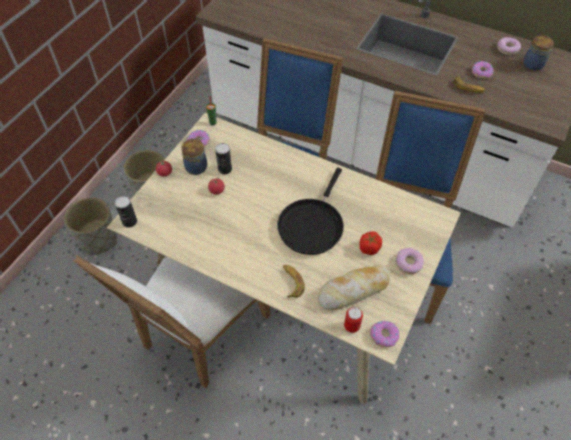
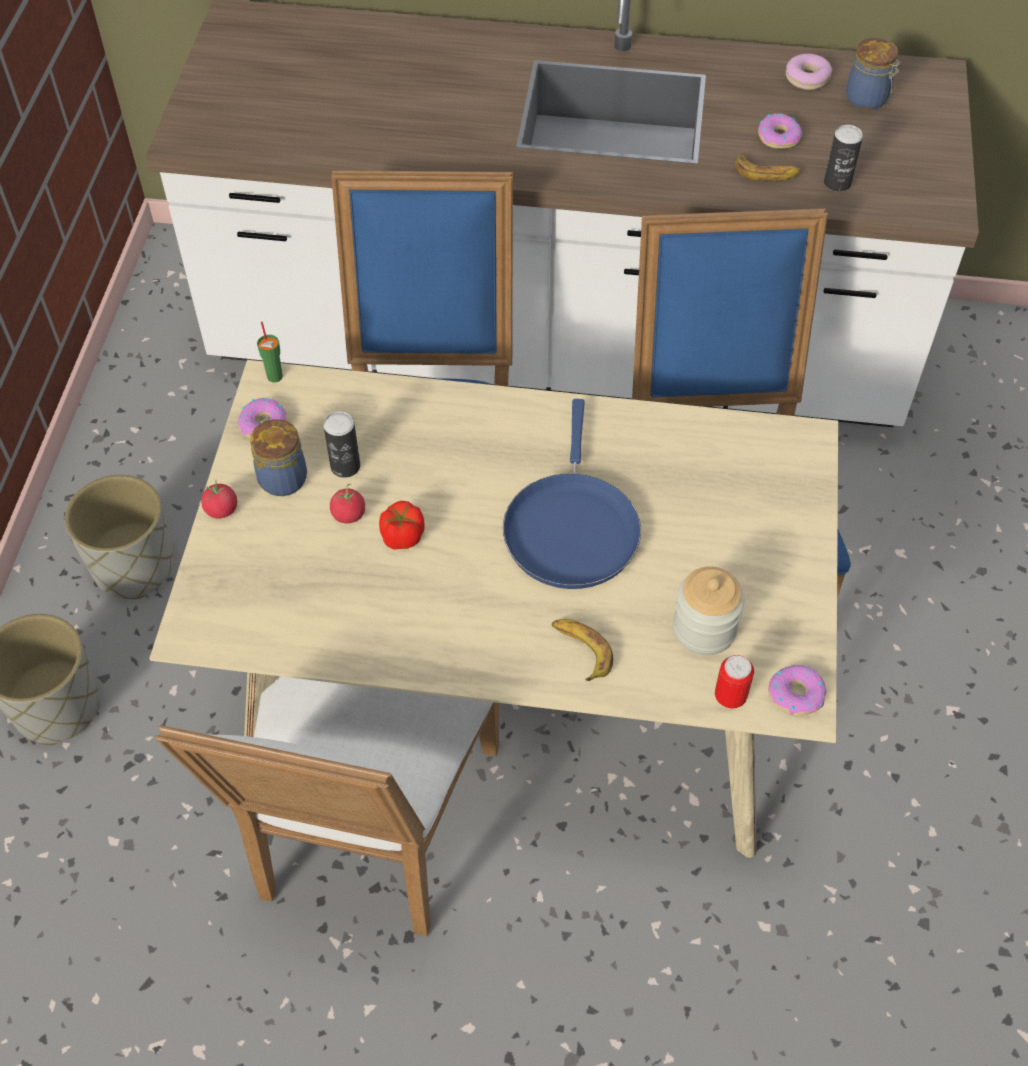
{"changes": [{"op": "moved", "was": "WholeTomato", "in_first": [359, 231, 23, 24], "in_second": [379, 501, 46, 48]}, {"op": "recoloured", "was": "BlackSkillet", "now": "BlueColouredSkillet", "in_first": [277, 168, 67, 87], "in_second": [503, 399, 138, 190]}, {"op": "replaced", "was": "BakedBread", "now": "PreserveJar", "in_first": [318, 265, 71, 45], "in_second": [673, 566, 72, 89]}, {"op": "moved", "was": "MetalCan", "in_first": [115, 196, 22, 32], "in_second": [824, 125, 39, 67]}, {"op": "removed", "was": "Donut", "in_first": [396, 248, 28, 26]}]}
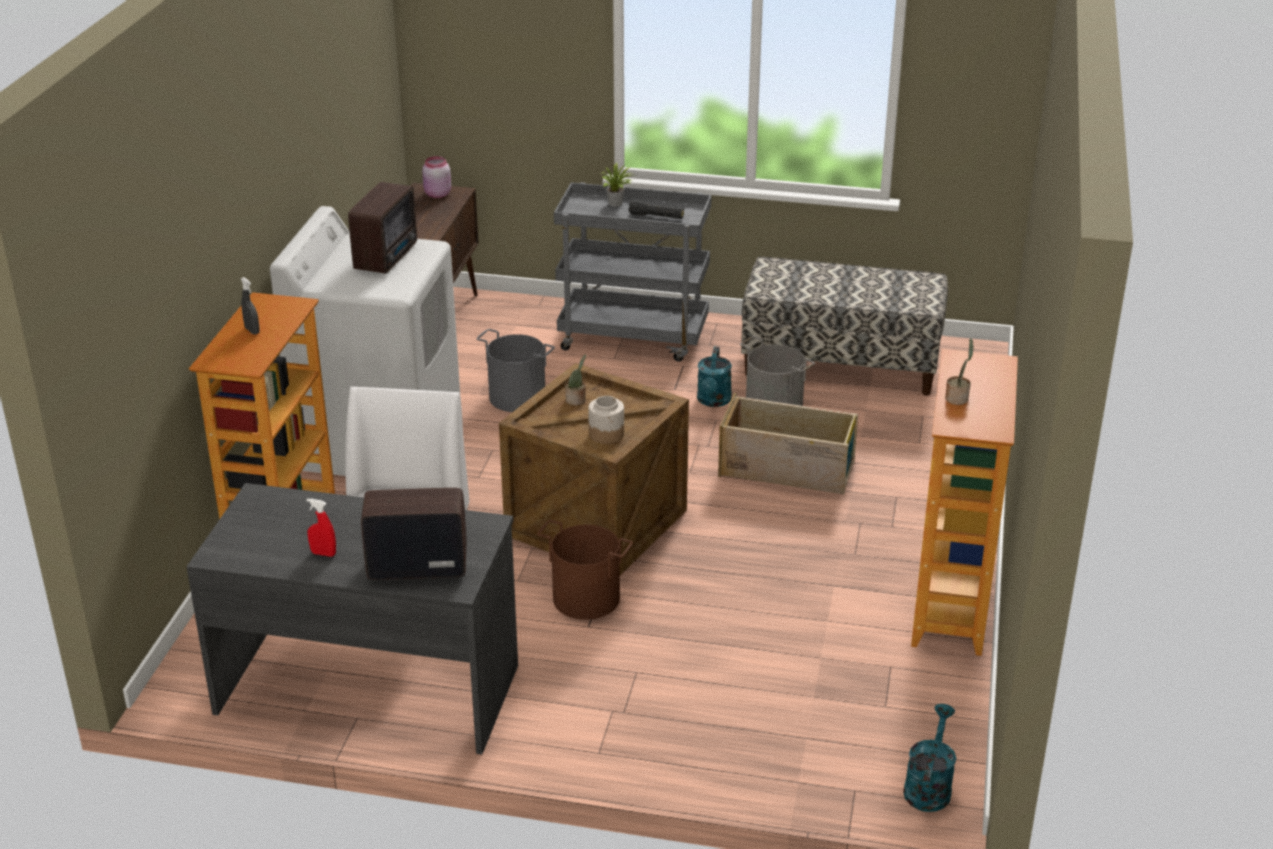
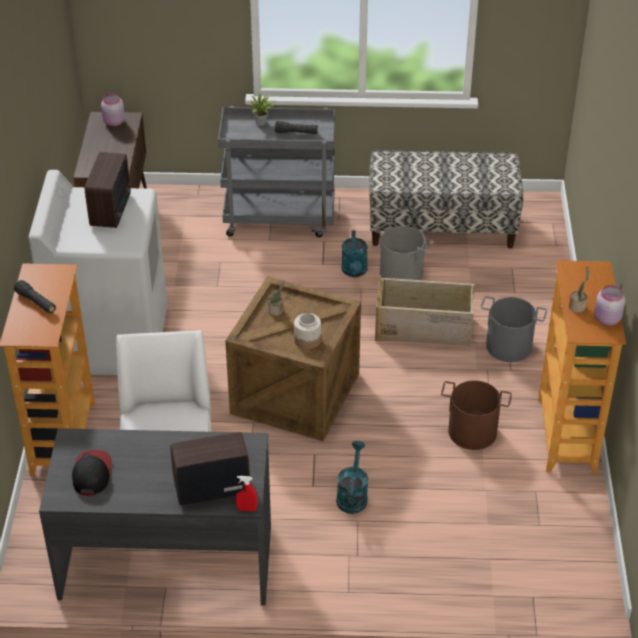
{"changes": [{"op": "replaced", "was": "GraySprayer", "now": "BlackTorch", "in_first": [241, 277, 19, 58], "in_second": [14, 280, 42, 33]}, {"op": "added", "now": "BaseballCap", "in_second": [72, 450, 40, 45]}, {"op": "moved", "was": "RedSprayer", "in_first": [307, 499, 29, 58], "in_second": [235, 476, 23, 36]}, {"op": "moved", "was": "TurquoiseSprinklingCan", "in_first": [903, 704, 53, 108], "in_second": [336, 441, 32, 73]}, {"op": "moved", "was": "BrownPail", "in_first": [537, 520, 96, 100], "in_second": [441, 380, 71, 70]}, {"op": "moved", "was": "GrayPail", "in_first": [476, 329, 79, 83], "in_second": [481, 296, 66, 66]}, {"op": "added", "now": "PinkColouredPreserveJar", "in_second": [594, 285, 31, 41]}]}
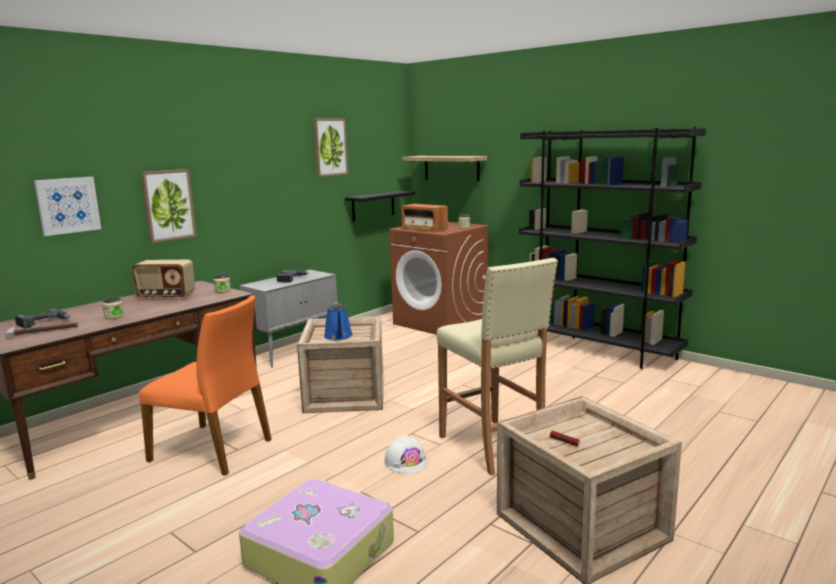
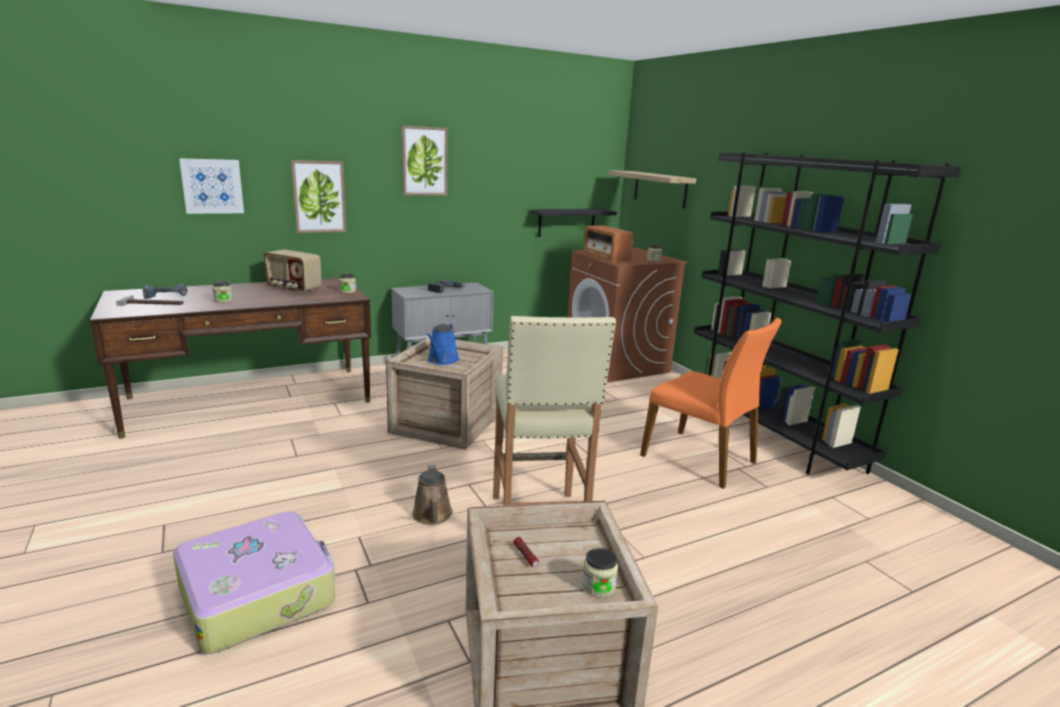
{"changes": [{"op": "moved", "was": "WallArt", "in_first": [313, 118, 35, 59], "in_second": [402, 125, 46, 70]}, {"op": "replaced", "was": "WhitishSafetyHelmet", "now": "BrownSprinklingCan", "in_first": [384, 435, 44, 39], "in_second": [412, 464, 41, 61]}, {"op": "added", "now": "PreserveJar", "in_second": [582, 548, 36, 50]}, {"op": "moved", "was": "OrangeUprightChair", "in_first": [139, 295, 133, 181], "in_second": [640, 318, 141, 171]}]}
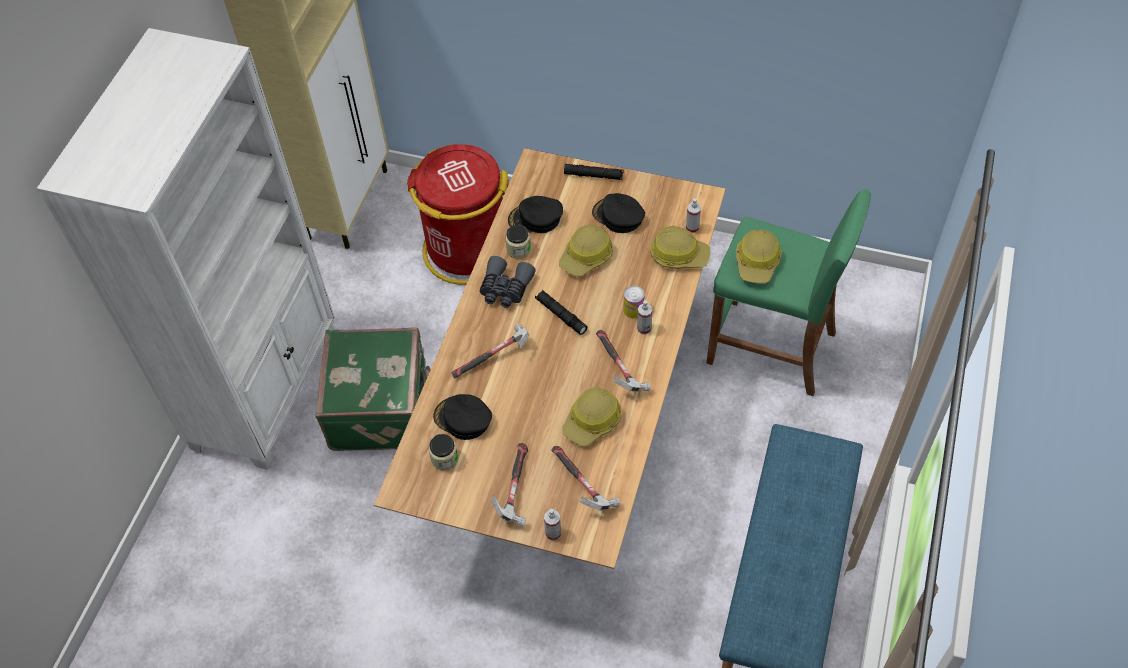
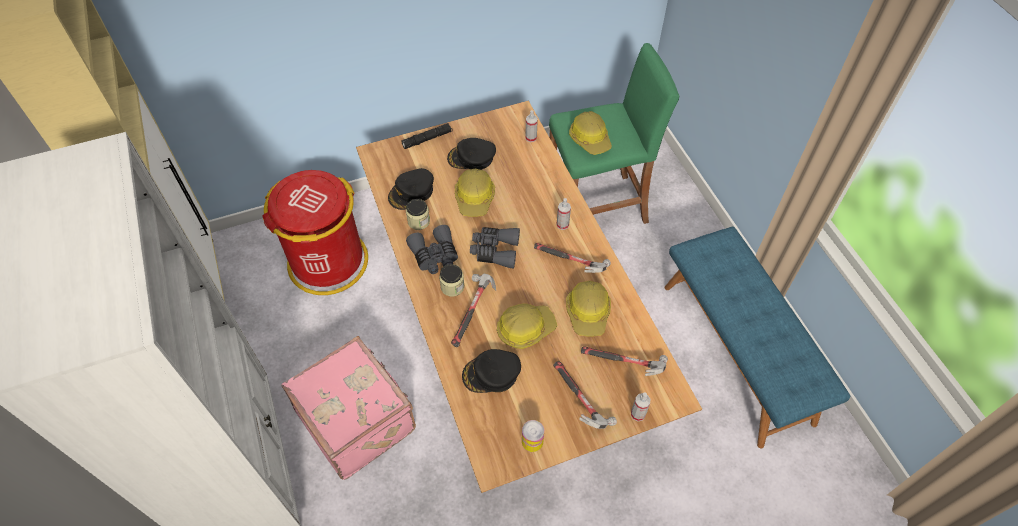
{"changes": [{"op": "recoloured", "was": "GreenSuitcase", "now": "PinkColouredSuitcase", "in_first": [315, 327, 116, 124], "in_second": [281, 336, 135, 144]}, {"op": "moved", "was": "PreserveJar", "in_first": [429, 434, 30, 37], "in_second": [439, 264, 25, 33]}, {"op": "replaced", "was": "BlackTorch", "now": "GrayFieldGlasses", "in_first": [535, 290, 53, 45], "in_second": [470, 227, 50, 42]}, {"op": "moved", "was": "SafetyHelmet", "in_first": [650, 226, 61, 43], "in_second": [497, 304, 60, 45]}, {"op": "moved", "was": "MetalCan", "in_first": [623, 286, 22, 32], "in_second": [522, 420, 22, 32]}]}
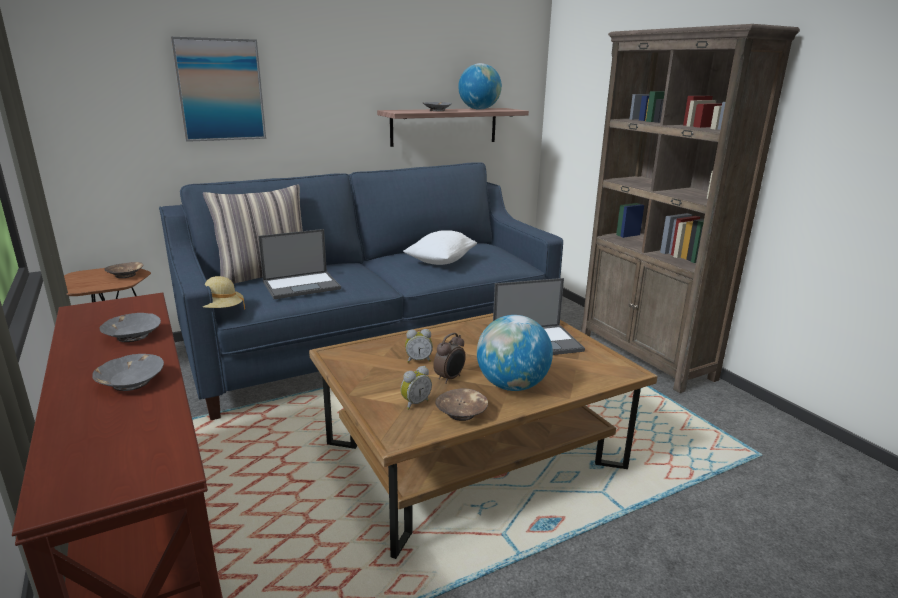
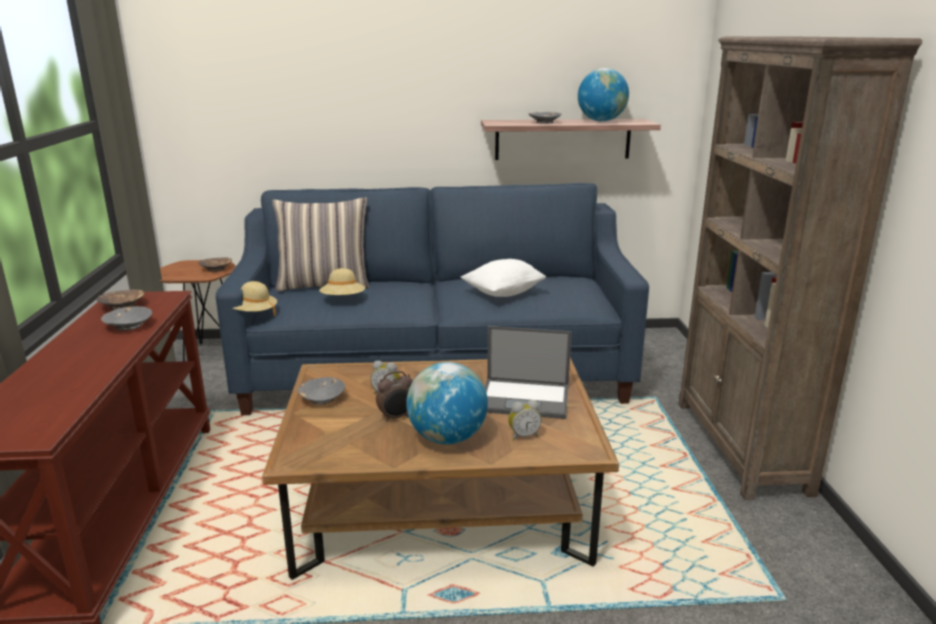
{"changes": [{"op": "moved", "was": "BrownServingBowl", "in_first": [435, 388, 53, 33], "in_second": [97, 289, 48, 21]}, {"op": "moved", "was": "GrayServingBowl", "in_first": [92, 354, 72, 37], "in_second": [298, 377, 47, 28]}, {"op": "replaced", "was": "PortableComputer", "now": "BeigeColouredClothingHat", "in_first": [258, 229, 83, 70], "in_second": [319, 268, 46, 27]}, {"op": "moved", "was": "BedsideClock", "in_first": [401, 366, 31, 44], "in_second": [508, 400, 34, 40]}, {"op": "removed", "was": "WallArt", "in_first": [171, 36, 95, 106]}]}
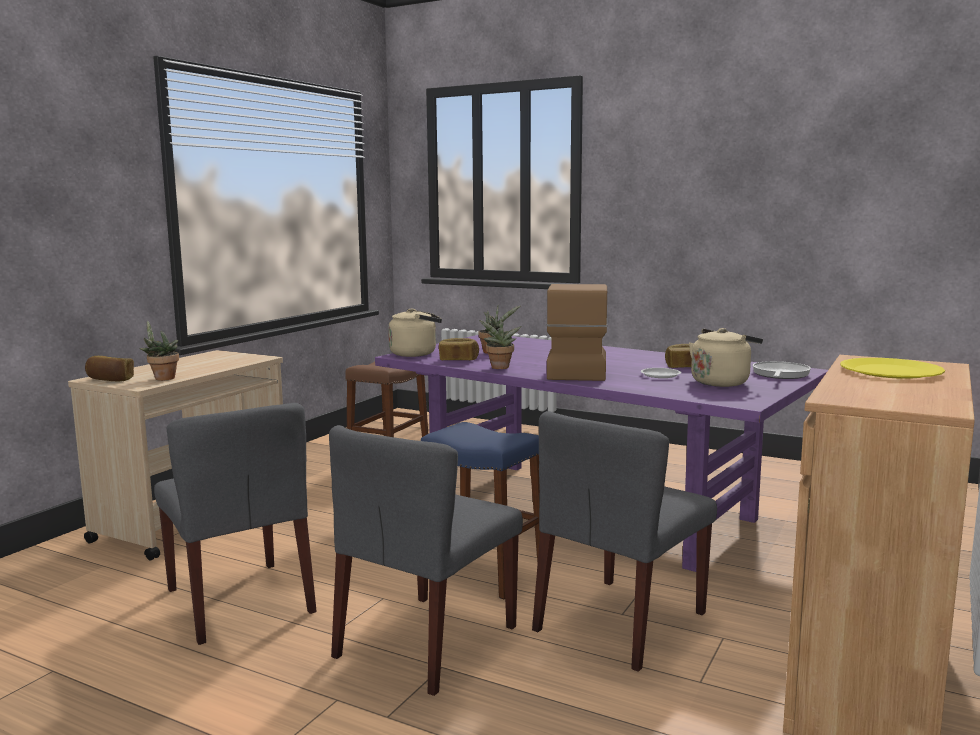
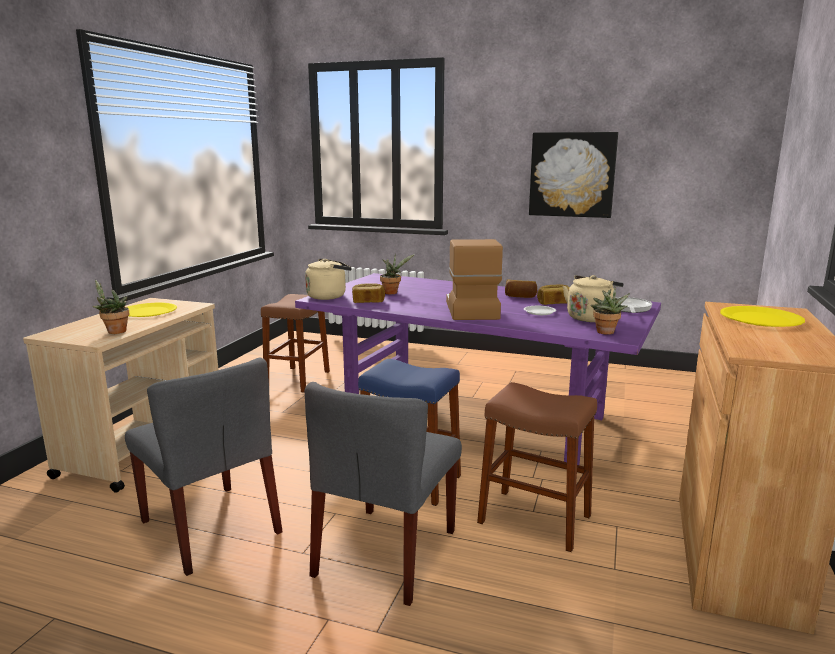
{"changes": [{"op": "added", "now": "YellowishFlatDish", "in_second": [127, 303, 50, 14]}, {"op": "replaced", "was": "GrayUprightChair", "now": "BrownStool", "in_first": [532, 411, 185, 261], "in_second": [477, 382, 120, 170]}, {"op": "moved", "was": "BakedBread", "in_first": [85, 356, 49, 25], "in_second": [505, 280, 32, 18]}, {"op": "added", "now": "WallArt", "in_second": [529, 132, 89, 86]}, {"op": "moved", "was": "Houseplant", "in_first": [479, 318, 43, 51], "in_second": [591, 287, 39, 47]}]}
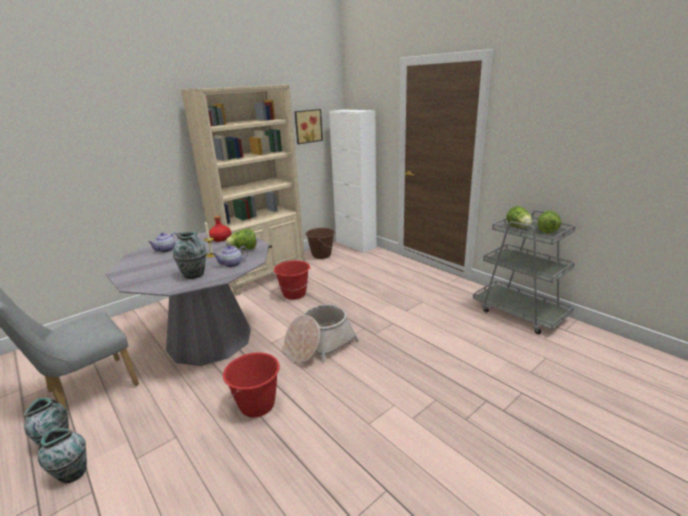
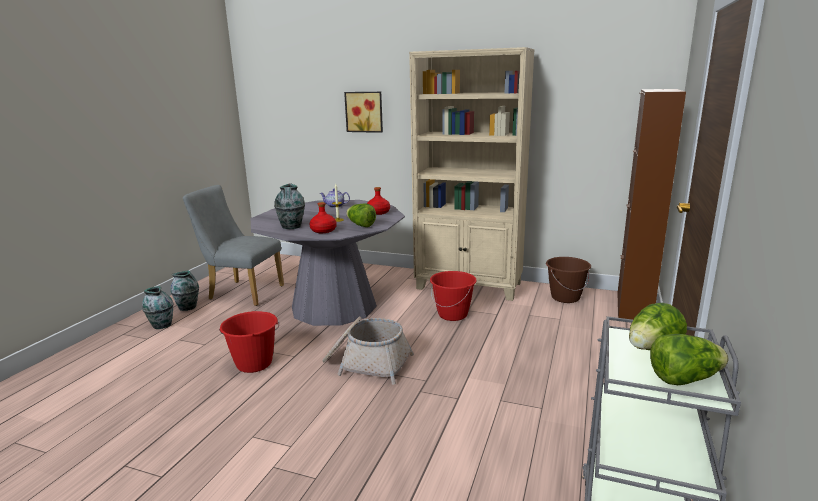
{"changes": [{"op": "replaced", "was": "PotForTea", "now": "RedBeverageBottle", "in_first": [212, 245, 36, 22], "in_second": [309, 202, 28, 31]}, {"op": "moved", "was": "WallArt", "in_first": [294, 109, 29, 35], "in_second": [344, 92, 39, 41]}, {"op": "recoloured", "was": "WhitishCupboard", "now": "BrownCupboard", "in_first": [329, 109, 48, 144], "in_second": [617, 89, 69, 231]}]}
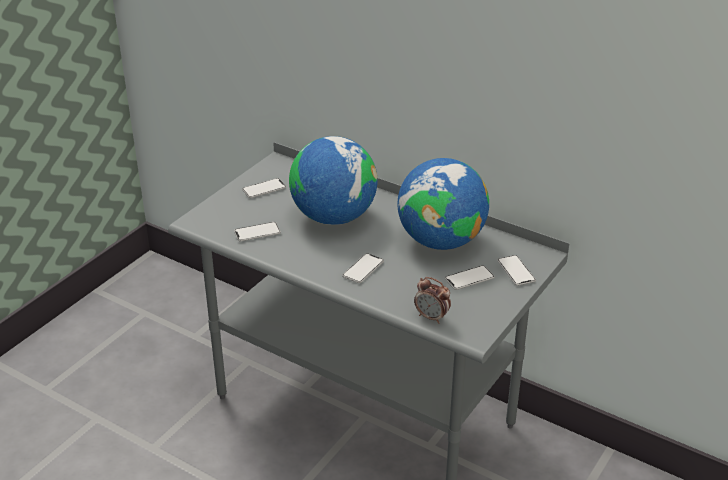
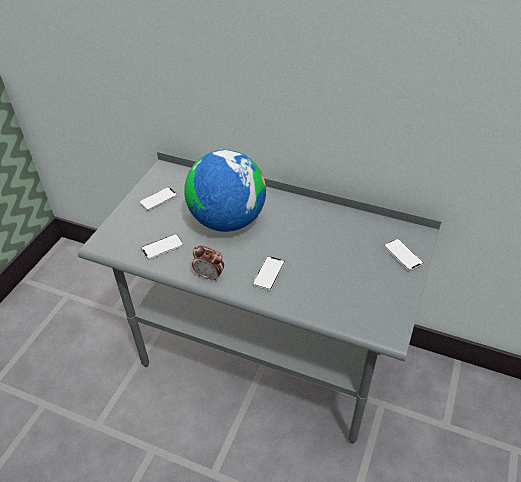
{"changes": [{"op": "moved", "was": "BedsideClock", "in_first": [414, 277, 37, 47], "in_second": [192, 246, 32, 35]}, {"op": "removed", "was": "WorldGlobe", "in_first": [397, 158, 92, 92]}, {"op": "removed", "was": "Telephone", "in_first": [445, 265, 50, 25]}]}
